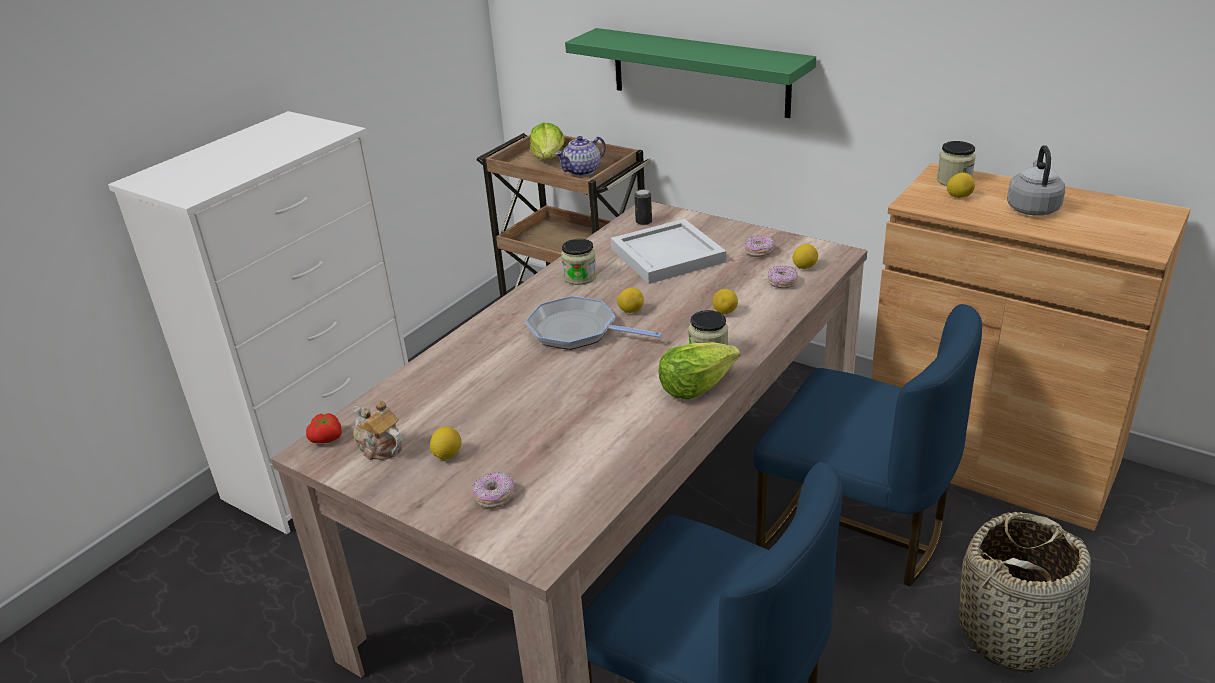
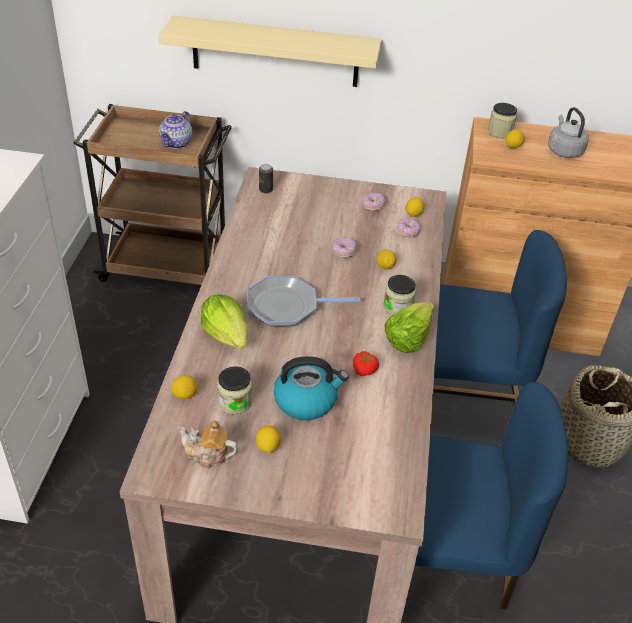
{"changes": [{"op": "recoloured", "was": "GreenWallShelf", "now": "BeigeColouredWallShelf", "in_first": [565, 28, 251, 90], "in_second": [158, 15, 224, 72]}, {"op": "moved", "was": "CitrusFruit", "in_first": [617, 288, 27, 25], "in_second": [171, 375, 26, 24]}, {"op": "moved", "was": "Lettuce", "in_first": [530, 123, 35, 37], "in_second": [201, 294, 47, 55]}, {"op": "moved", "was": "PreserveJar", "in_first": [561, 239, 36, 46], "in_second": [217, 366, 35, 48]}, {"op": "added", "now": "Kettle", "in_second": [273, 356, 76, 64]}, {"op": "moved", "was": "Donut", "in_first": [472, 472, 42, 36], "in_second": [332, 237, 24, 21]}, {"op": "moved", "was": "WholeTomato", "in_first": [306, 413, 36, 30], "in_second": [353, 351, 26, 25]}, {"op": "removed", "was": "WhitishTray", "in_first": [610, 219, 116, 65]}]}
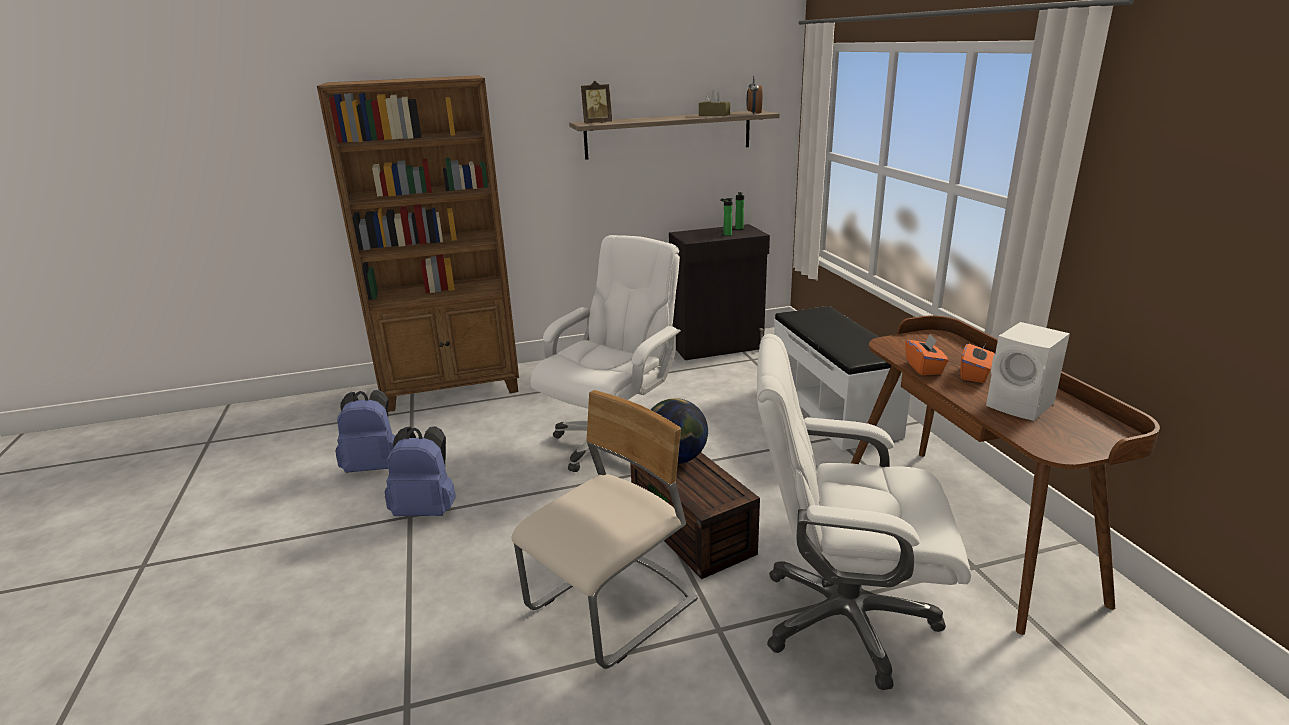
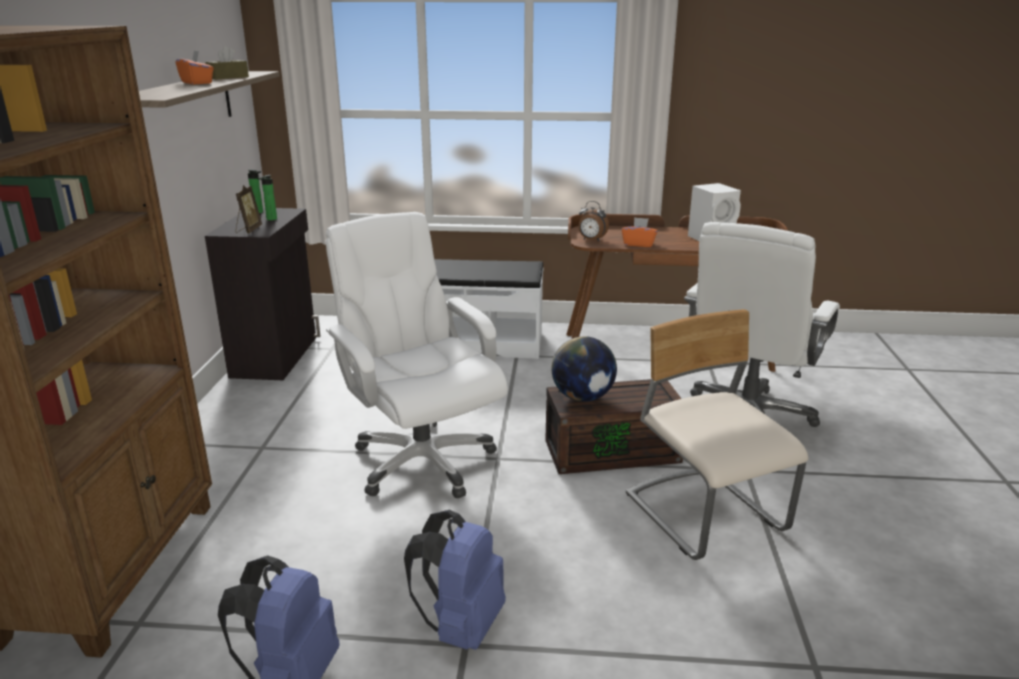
{"changes": [{"op": "moved", "was": "OrangeTissueBox", "in_first": [960, 342, 35, 41], "in_second": [175, 51, 39, 34]}, {"op": "moved", "was": "PictureFrame", "in_first": [581, 81, 31, 42], "in_second": [236, 185, 26, 48]}, {"op": "moved", "was": "BedsideClock", "in_first": [747, 76, 15, 38], "in_second": [579, 201, 30, 40]}]}
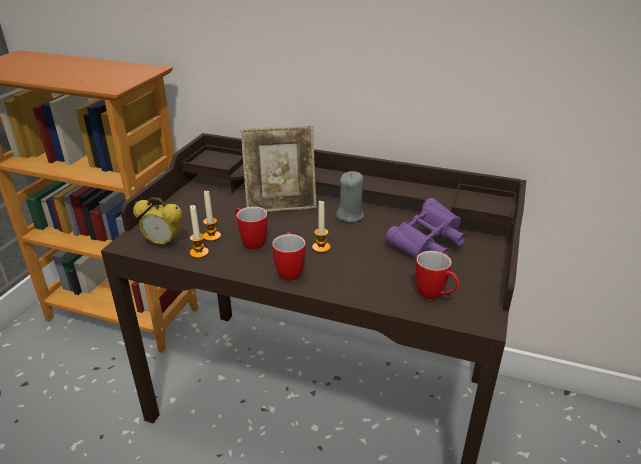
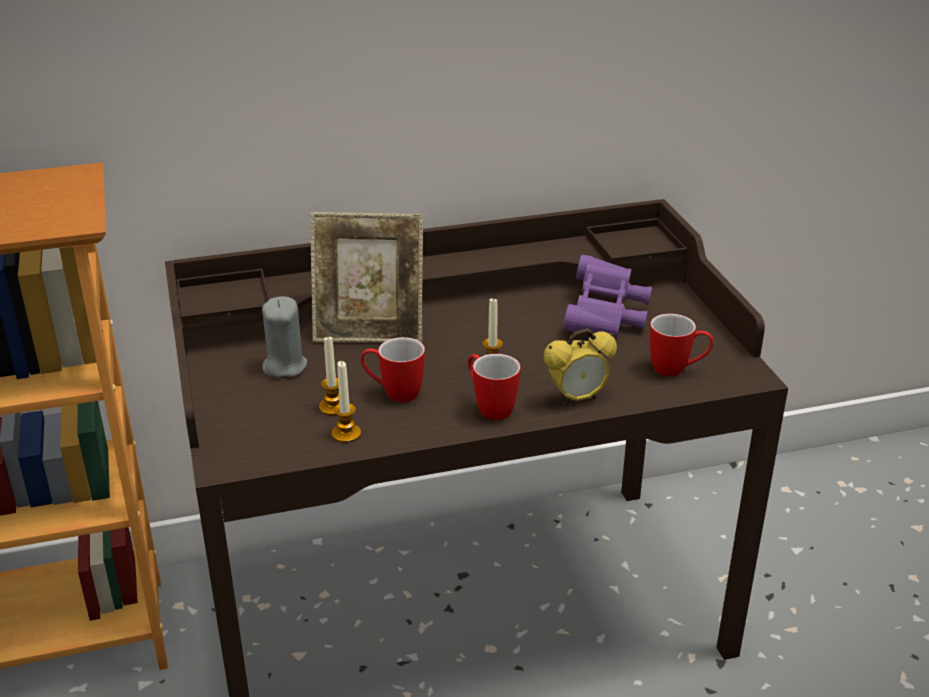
{"changes": [{"op": "moved", "was": "GrayCandle", "in_first": [336, 171, 28, 52], "in_second": [262, 296, 45, 82]}, {"op": "turned", "was": "PictureFrame", "in_first": [241, 126, 76, 86], "in_second": [310, 212, 113, 131], "clockwise": 45}, {"op": "moved", "was": "BedsideClock", "in_first": [133, 197, 49, 50], "in_second": [544, 328, 73, 77]}]}
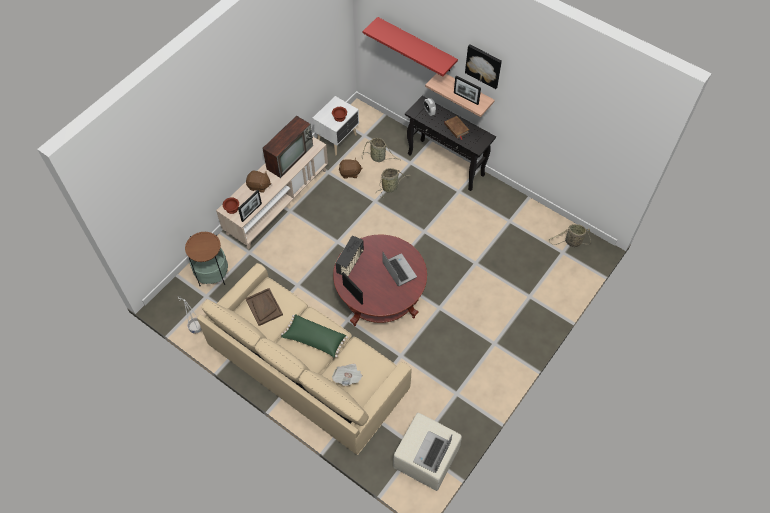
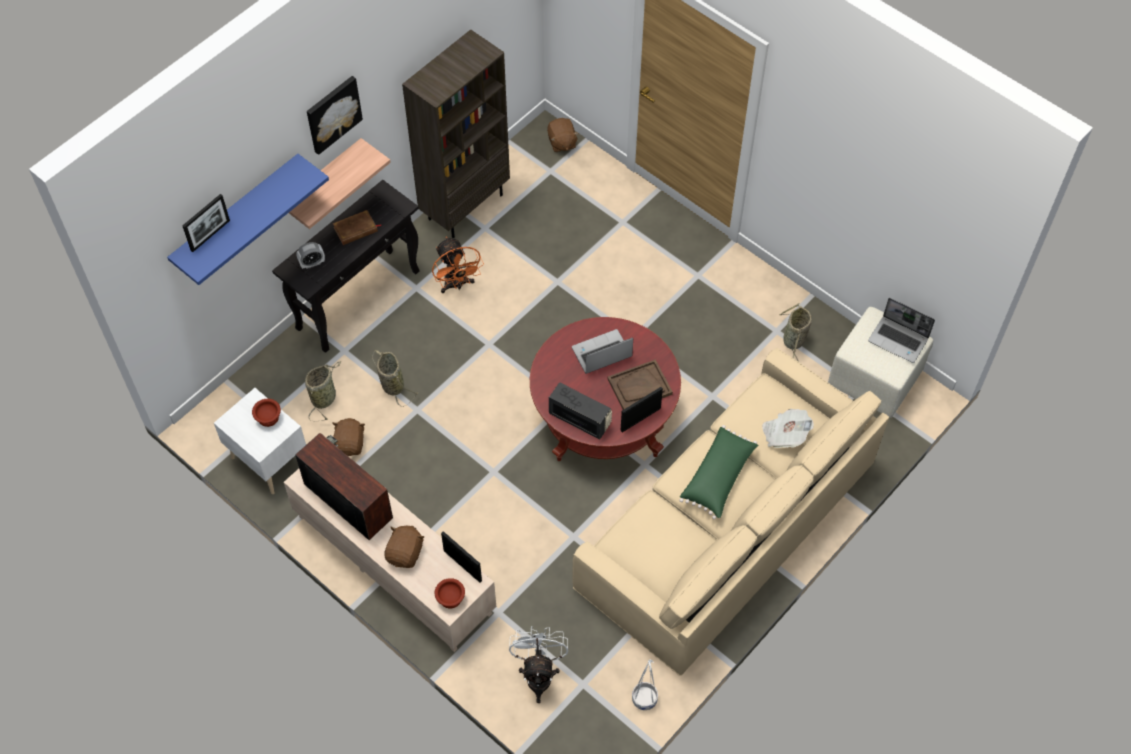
{"changes": [{"op": "recoloured", "was": "RedWallShelf", "now": "BlueColouredWallShelf", "in_first": [363, 17, 95, 59], "in_second": [167, 154, 162, 131]}, {"op": "moved", "was": "PictureFrame", "in_first": [454, 76, 27, 29], "in_second": [182, 194, 48, 58]}, {"op": "added", "now": "BrownShelvingUnit", "in_second": [402, 30, 108, 208]}, {"op": "added", "now": "OrangeFan", "in_second": [432, 237, 52, 56]}, {"op": "replaced", "was": "AccentTable", "now": "WhitishFan", "in_first": [185, 232, 43, 54], "in_second": [509, 626, 59, 77]}, {"op": "added", "now": "BrownCuddlyToy", "in_second": [547, 118, 32, 34]}, {"op": "moved", "was": "BrownTray", "in_first": [245, 288, 38, 38], "in_second": [608, 360, 65, 50]}, {"op": "moved", "was": "HouseholdBasket", "in_first": [549, 224, 42, 23], "in_second": [778, 303, 34, 59]}]}
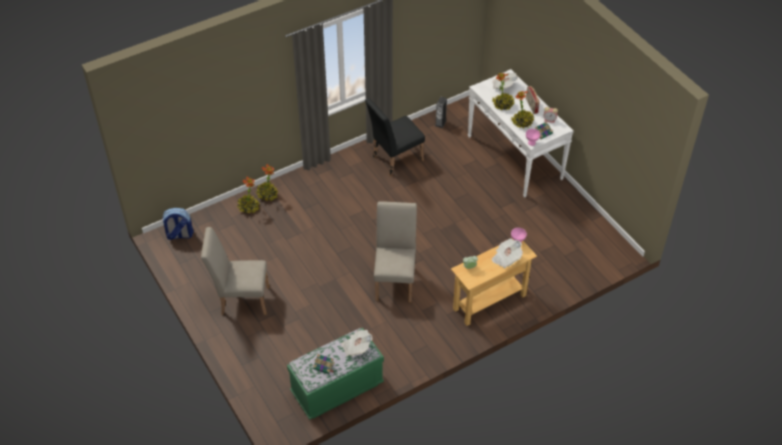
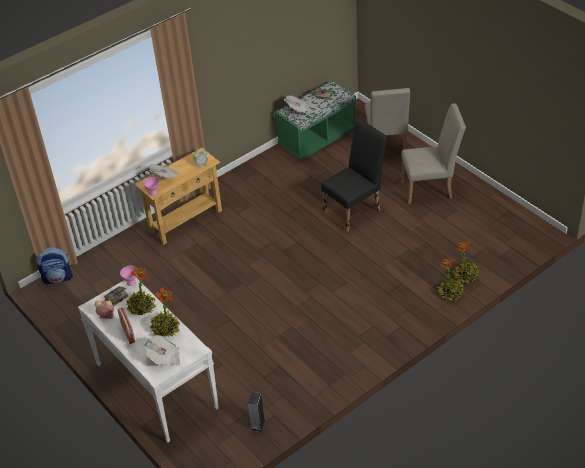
{"changes": [{"op": "moved", "was": "Knapsack", "in_first": [161, 208, 33, 32], "in_second": [37, 247, 36, 37]}, {"op": "moved", "was": "BlackUprightChair", "in_first": [365, 98, 60, 78], "in_second": [321, 119, 66, 113]}, {"op": "moved", "was": "BeigeColouredUprightChair", "in_first": [374, 201, 43, 101], "in_second": [365, 88, 45, 62]}]}
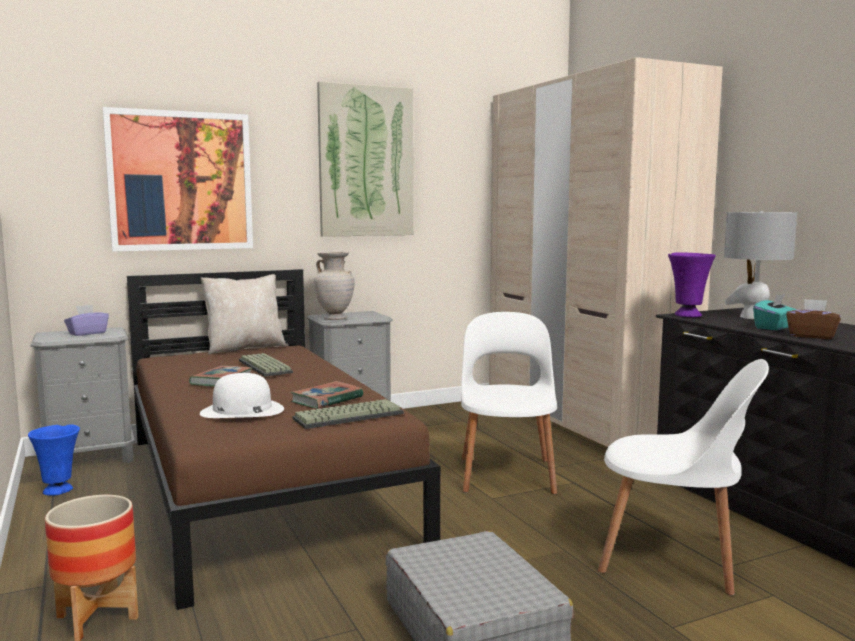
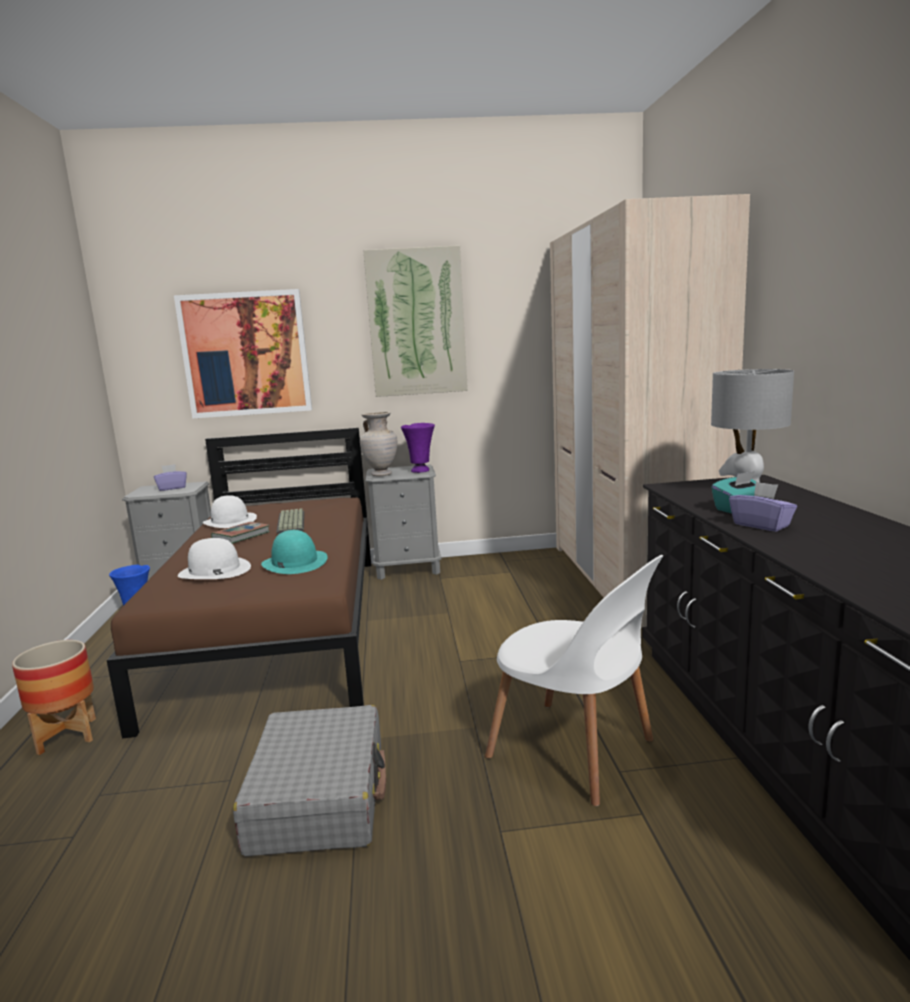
{"changes": [{"op": "added", "now": "WhitishClothingHat", "in_second": [203, 495, 54, 33]}, {"op": "replaced", "was": "BoundBook", "now": "TurquoiseClothingHat", "in_first": [291, 381, 72, 28], "in_second": [261, 530, 67, 44]}, {"op": "moved", "was": "PurplishFlowerVase", "in_first": [668, 252, 48, 65], "in_second": [401, 423, 34, 50]}, {"op": "recoloured", "was": "BrownTissueBox", "now": "PurplishTissueBox", "in_first": [786, 299, 55, 40], "in_second": [729, 481, 68, 51]}, {"op": "removed", "was": "BeigeColouredPillow", "in_first": [201, 274, 85, 81]}, {"op": "removed", "was": "ComputerKeyboard", "in_first": [293, 399, 111, 30]}, {"op": "removed", "was": "WhitishUprightChair", "in_first": [461, 312, 96, 182]}]}
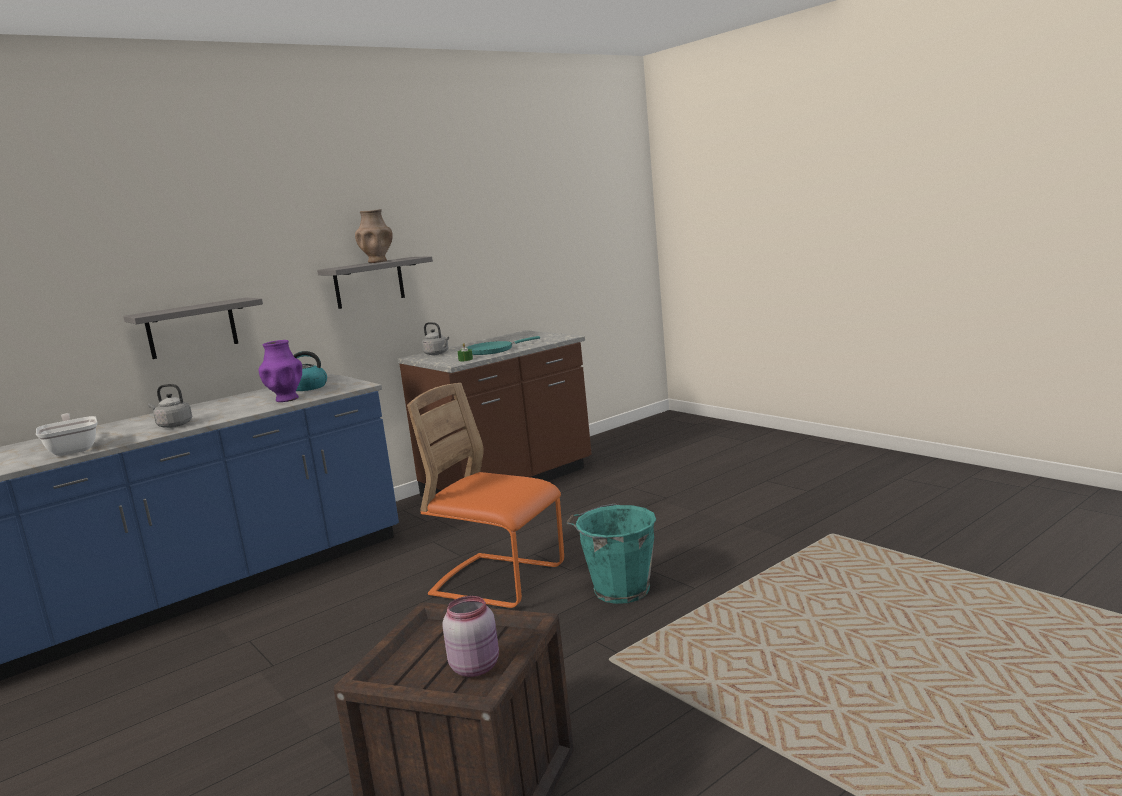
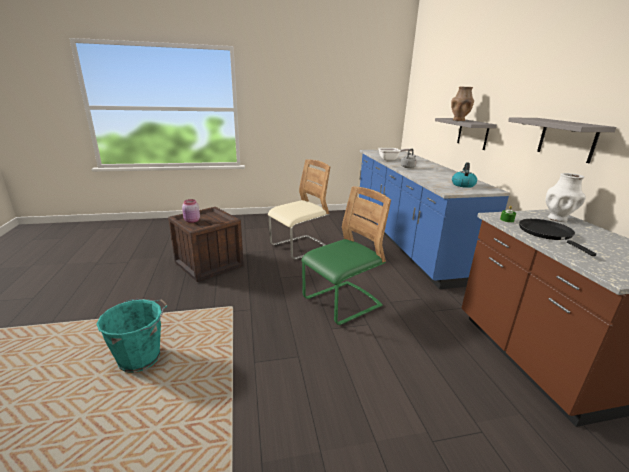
{"changes": [{"op": "moved", "was": "TurquoisePail", "in_first": [566, 504, 90, 100], "in_second": [96, 299, 72, 74]}, {"op": "added", "now": "BeigeColouredUprightChair", "in_second": [268, 159, 62, 101]}, {"op": "recoloured", "was": "OrangeUprightChair", "now": "GreenUprightChair", "in_first": [407, 383, 157, 226], "in_second": [301, 186, 90, 139]}, {"op": "moved", "was": "BrownFlowerVase", "in_first": [355, 209, 38, 54], "in_second": [451, 87, 23, 34]}, {"op": "recoloured", "was": "TurquoiseSkillet", "now": "BlackSkillet", "in_first": [466, 336, 74, 19], "in_second": [519, 219, 78, 37]}, {"op": "replaced", "was": "GrayKettle", "now": "WhitishFlowerVase", "in_first": [421, 322, 28, 33], "in_second": [546, 173, 40, 49]}, {"op": "removed", "was": "PurplishFlowerVase", "in_first": [258, 340, 44, 62]}]}
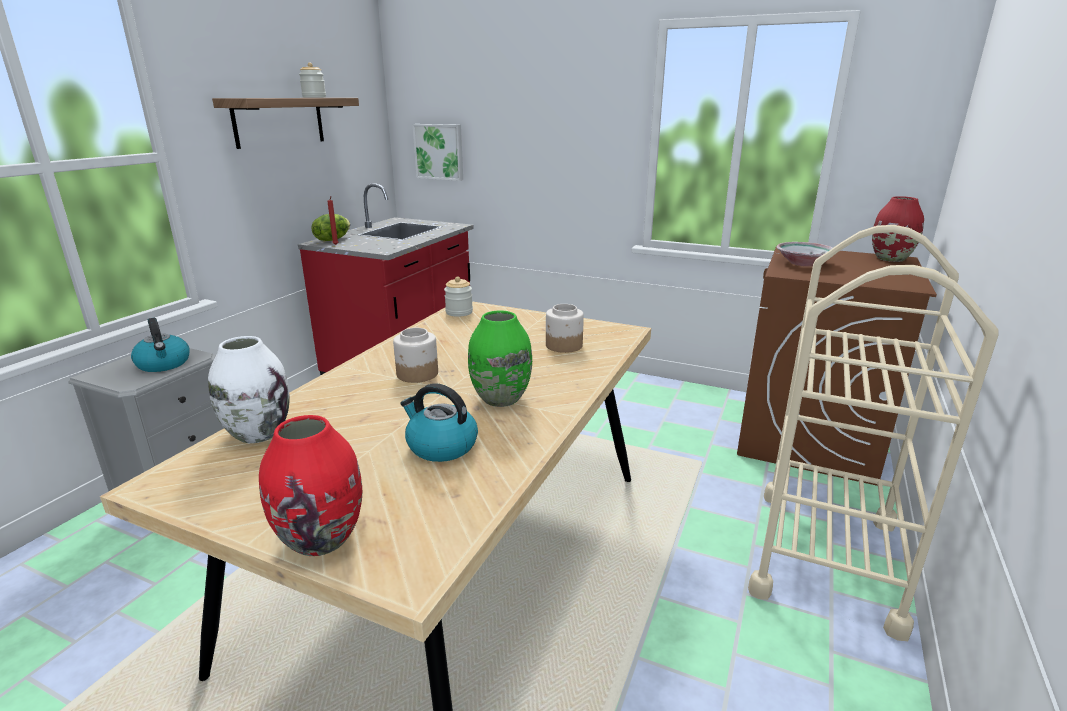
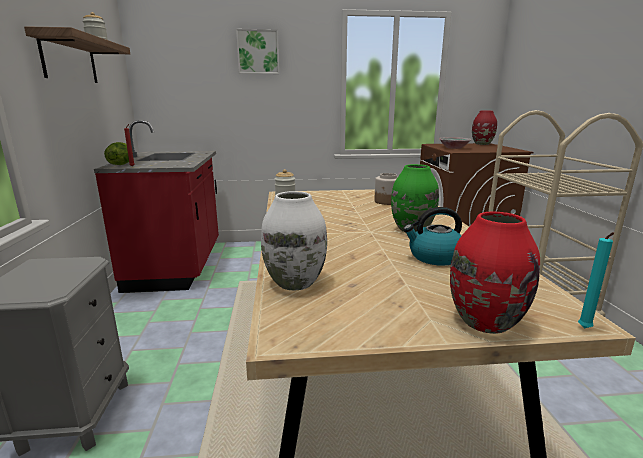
{"changes": [{"op": "moved", "was": "WallArt", "in_first": [412, 124, 51, 57], "in_second": [236, 29, 43, 45]}, {"op": "added", "now": "TurquoiseCandle", "in_second": [578, 232, 36, 97]}, {"op": "removed", "was": "Kettle", "in_first": [131, 318, 59, 54]}, {"op": "removed", "was": "PreserveJar", "in_first": [393, 328, 45, 55]}]}
